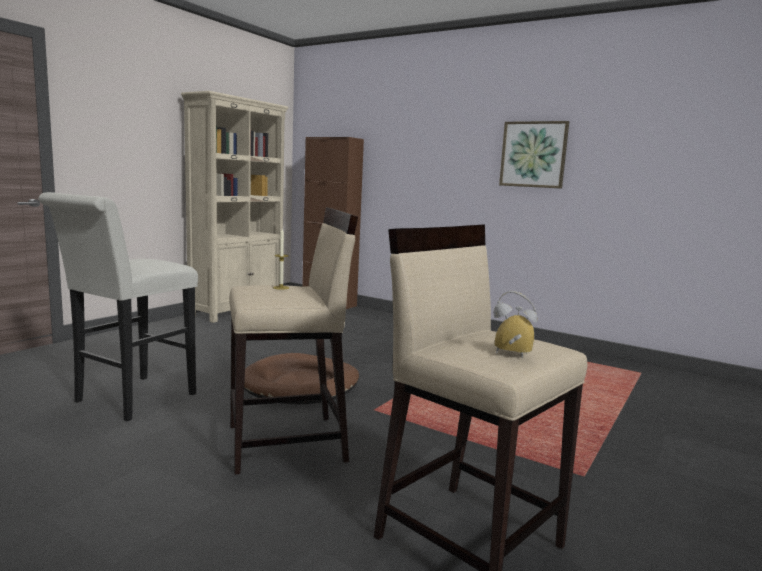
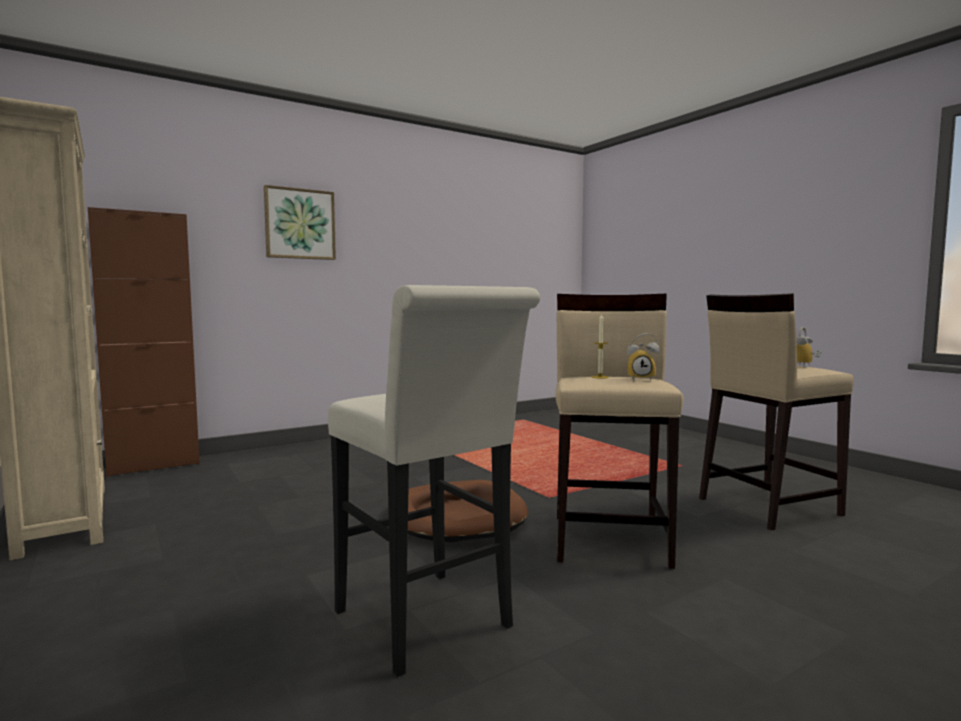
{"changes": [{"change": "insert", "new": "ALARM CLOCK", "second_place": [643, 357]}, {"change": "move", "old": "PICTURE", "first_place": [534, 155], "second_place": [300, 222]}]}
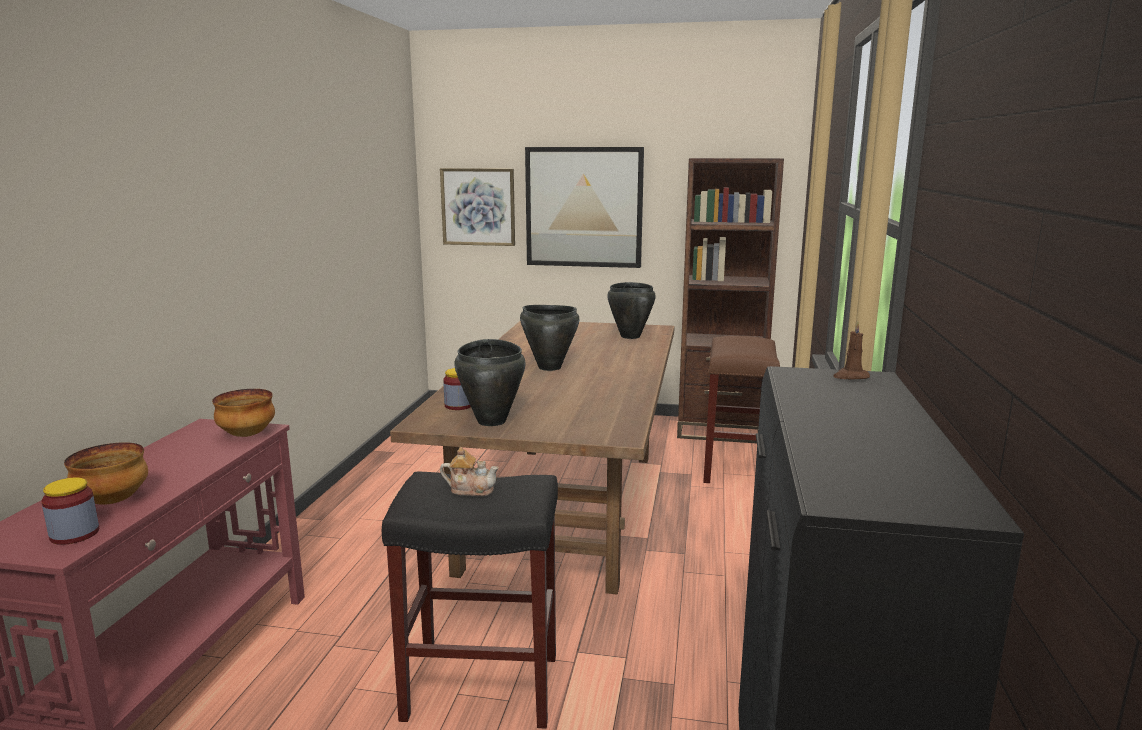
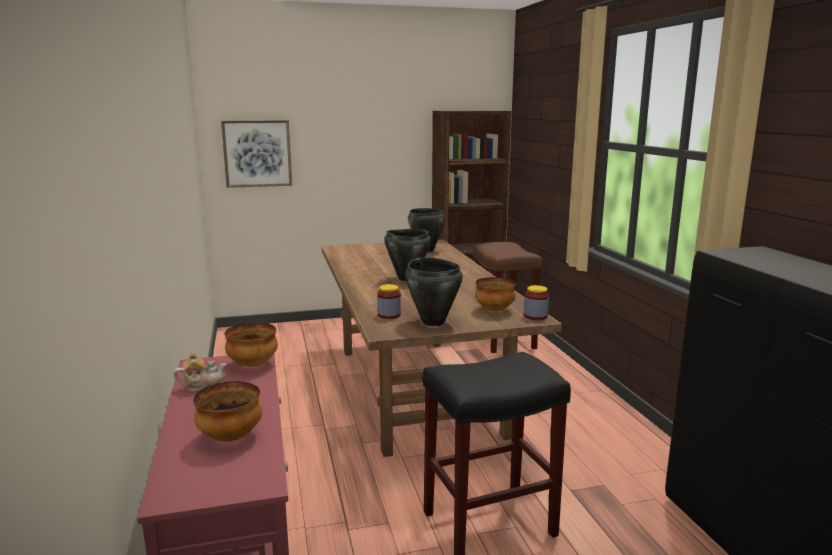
{"changes": [{"change": "delete", "old": "PICTURE", "first_place": [584, 207]}, {"change": "delete", "old": "BROWN CANDLE", "first_place": [851, 350]}, {"change": "insert", "new": "BOWL", "second_place": [495, 294]}, {"change": "move", "old": "JAR", "first_place": [70, 511], "second_place": [536, 302]}, {"change": "move", "old": "TEAPOT", "first_place": [469, 471], "second_place": [200, 372]}]}
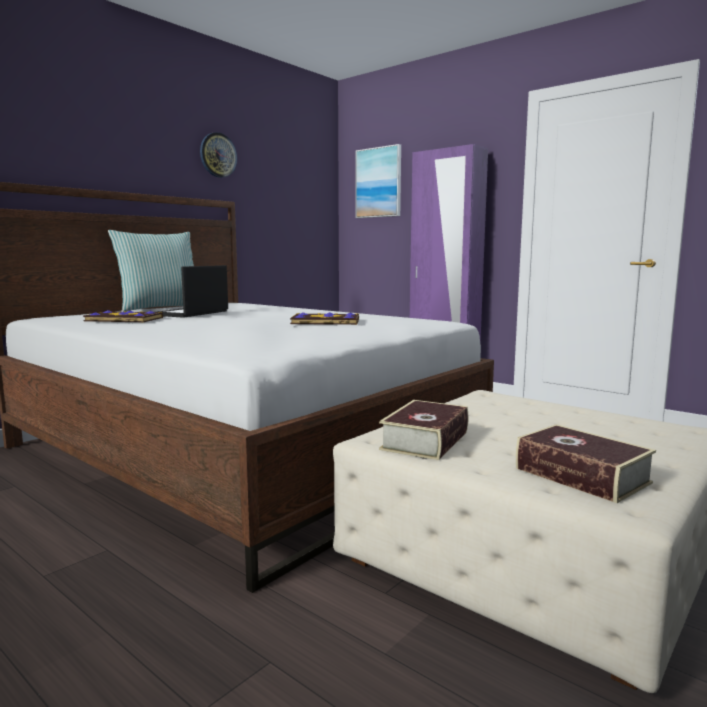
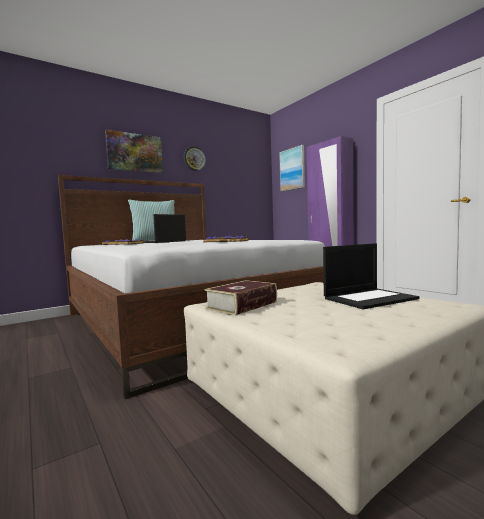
{"changes": [{"change": "delete", "old": "BOOK", "first_place": [586, 463]}, {"change": "insert", "new": "PICTURE", "second_place": [134, 151]}, {"change": "insert", "new": "LAPTOP", "second_place": [371, 276]}]}
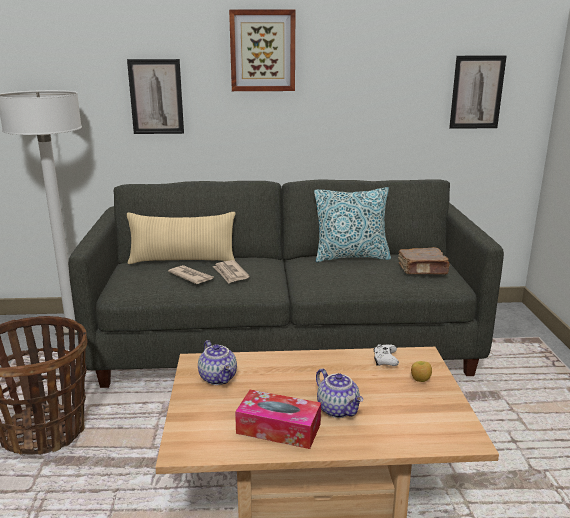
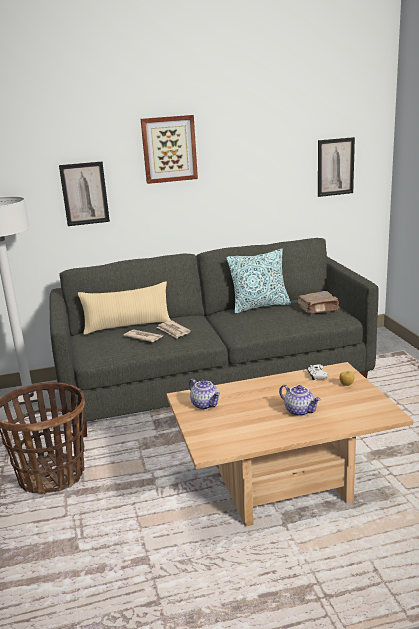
{"changes": [{"change": "delete", "old": "TISSUE BOX", "first_place": [278, 419]}]}
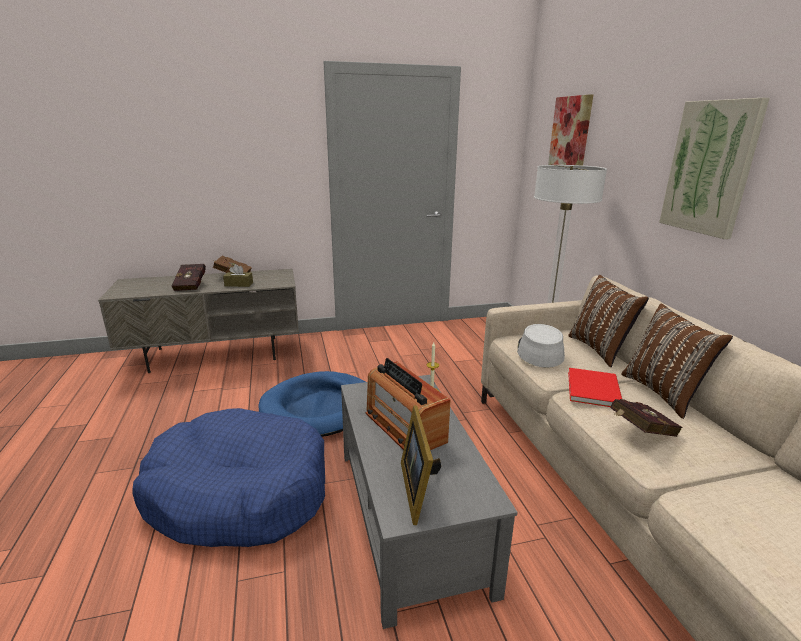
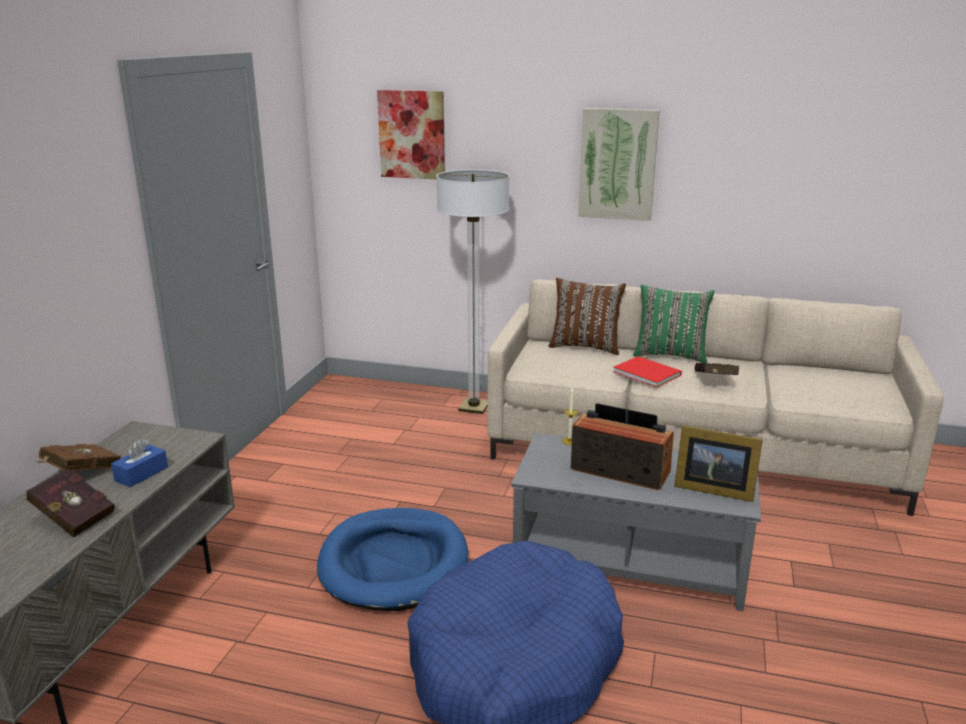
{"changes": [{"change": "delete", "old": "GREY HAT", "first_place": [541, 346]}, {"change": "recolor", "old": "BROWN TISSUE BOX", "new": "BLUE TISSUE BOX", "first_place": [238, 275], "second_place": [139, 463]}, {"change": "recolor", "old": "BROWN PILLOW", "new": "GREEN PILLOW", "first_place": [677, 361], "second_place": [674, 324]}, {"change": "rotate", "old": "RADIO", "first_place": [408, 404], "second_place": [622, 446], "degrees": -150}]}
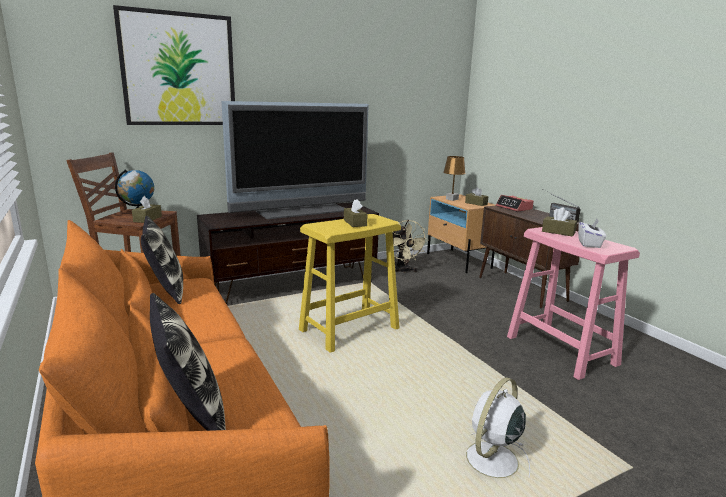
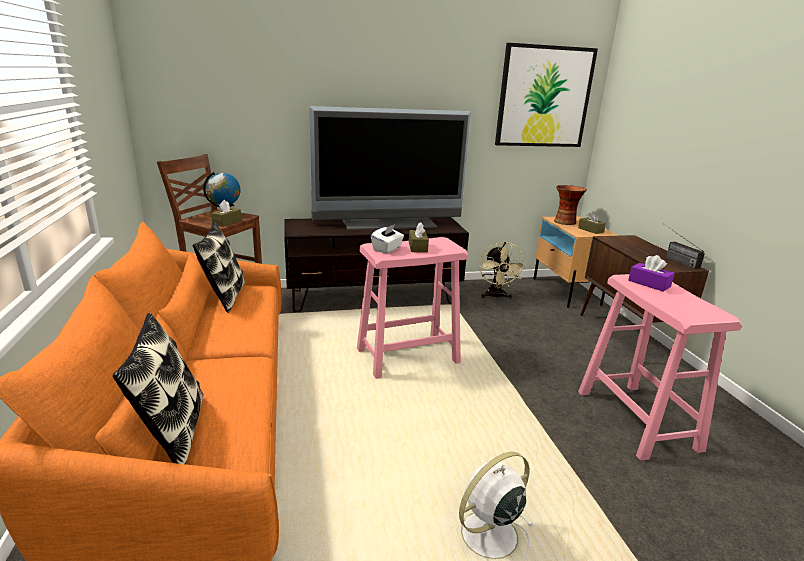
{"changes": [{"change": "delete", "old": "ALARM CLOCK", "first_place": [515, 203]}, {"change": "move", "old": "PICTURE", "first_place": [174, 65], "second_place": [546, 95]}, {"change": "move", "old": "WHITE TISSUE BOX", "first_place": [592, 233], "second_place": [387, 239]}, {"change": "replace", "old": "BROWN TABLE LAMP", "new": "VASE", "first_place": [454, 178], "second_place": [570, 205]}, {"change": "recolor", "old": "YELLOW STOOL", "new": "PINK STOOL", "first_place": [350, 283], "second_place": [412, 308]}, {"change": "recolor", "old": "BROWN TISSUE BOX", "new": "PURPLE TISSUE BOX", "first_place": [559, 221], "second_place": [651, 273]}]}
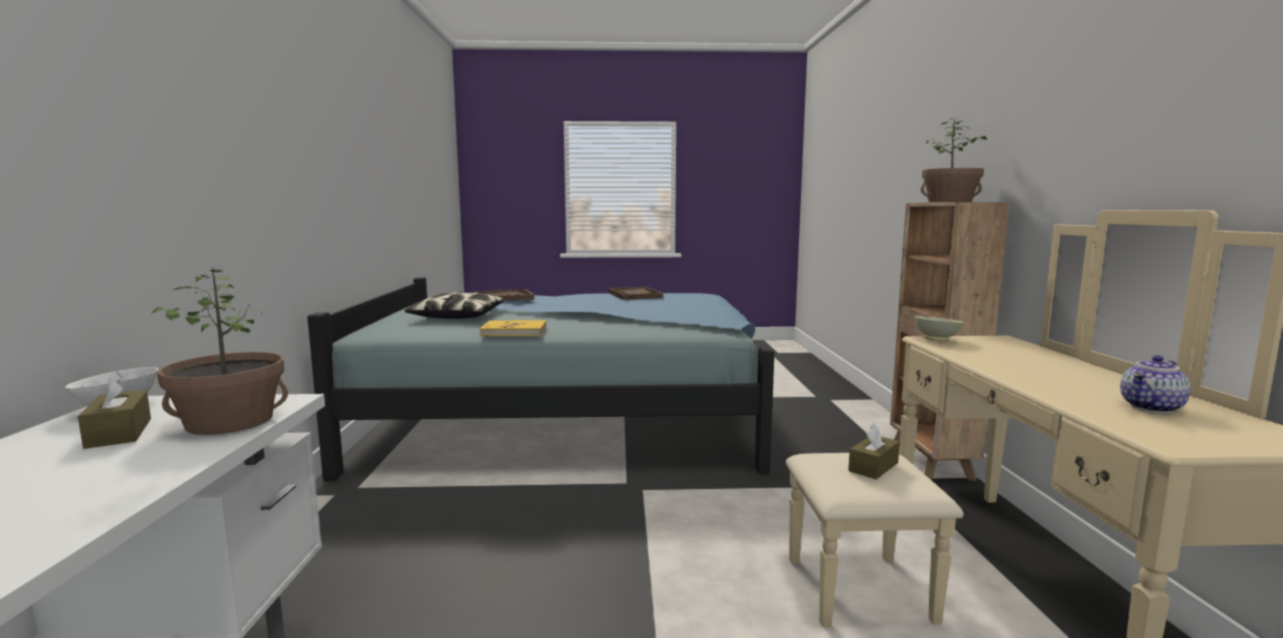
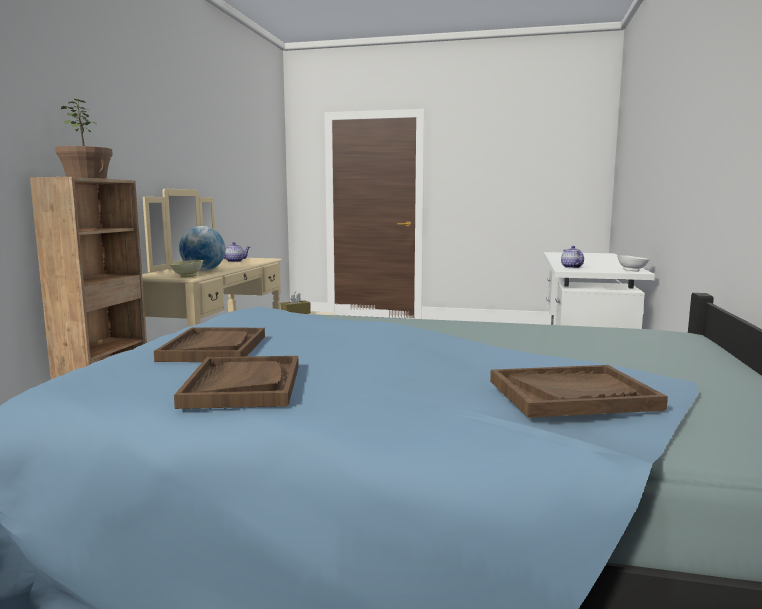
{"changes": [{"change": "delete", "old": "BROWN TISSUE BOX", "first_place": [114, 409]}, {"change": "delete", "old": "PILLOW", "first_place": [454, 305]}, {"change": "delete", "old": "YELLOW BOOK", "first_place": [513, 328]}, {"change": "insert", "new": "BROWN TRAY", "second_place": [209, 344]}, {"change": "insert", "new": "GLOBE", "second_place": [202, 248]}, {"change": "replace", "old": "POTTED PLANT", "new": "TEAPOT", "first_place": [219, 351], "second_place": [572, 257]}]}
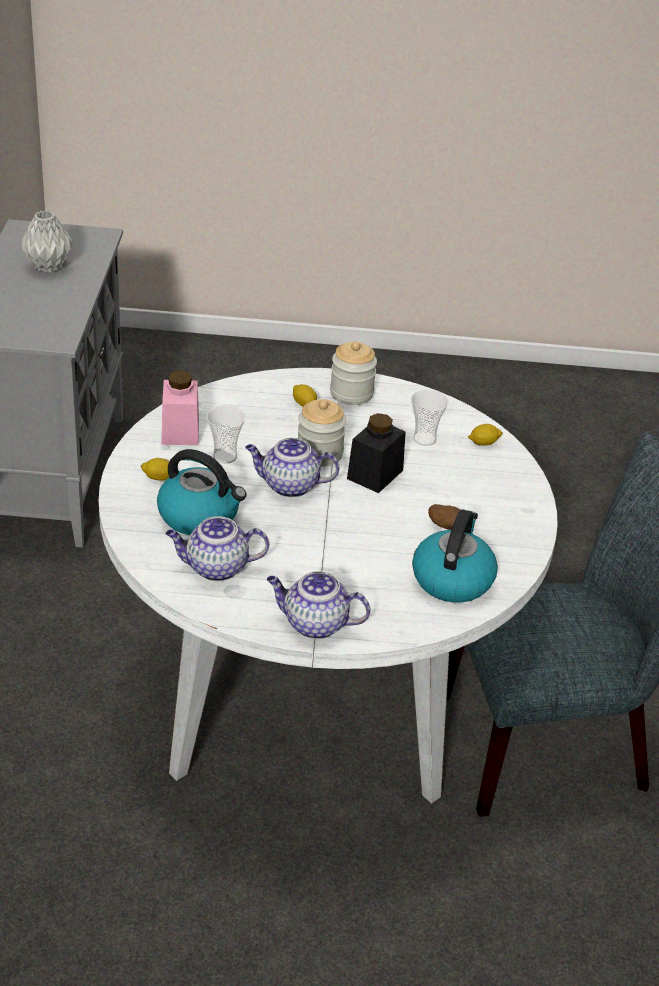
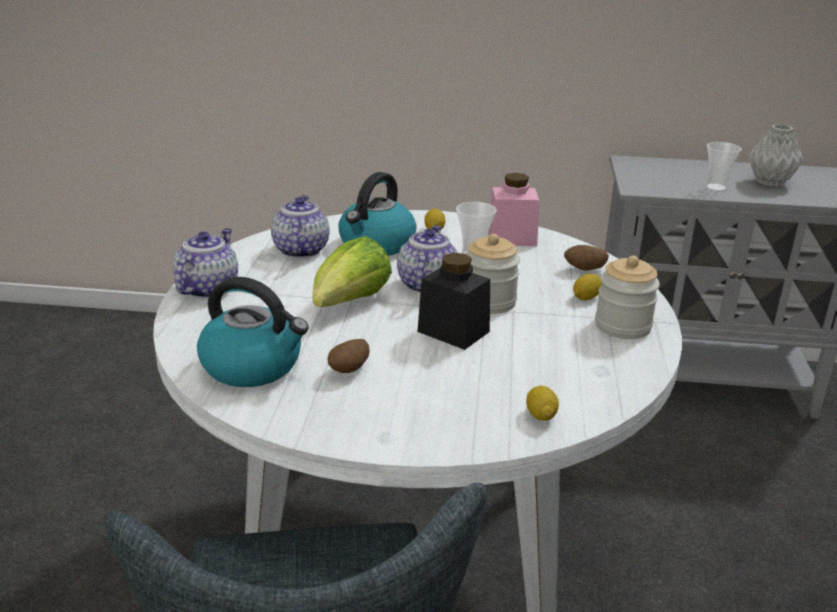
{"changes": [{"change": "insert", "new": "LETTUCE", "second_place": [352, 271]}, {"change": "insert", "new": "POTATO", "second_place": [586, 258]}, {"change": "move", "old": "CUP", "first_place": [430, 417], "second_place": [724, 166]}]}
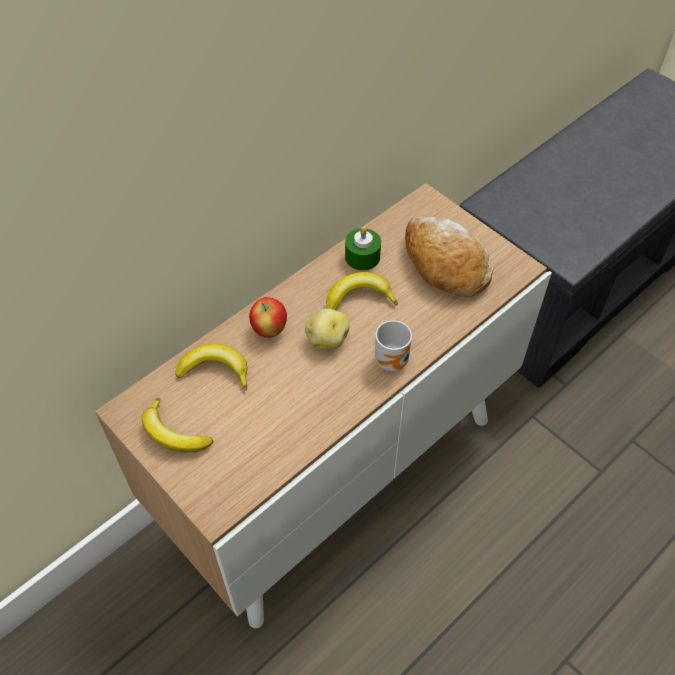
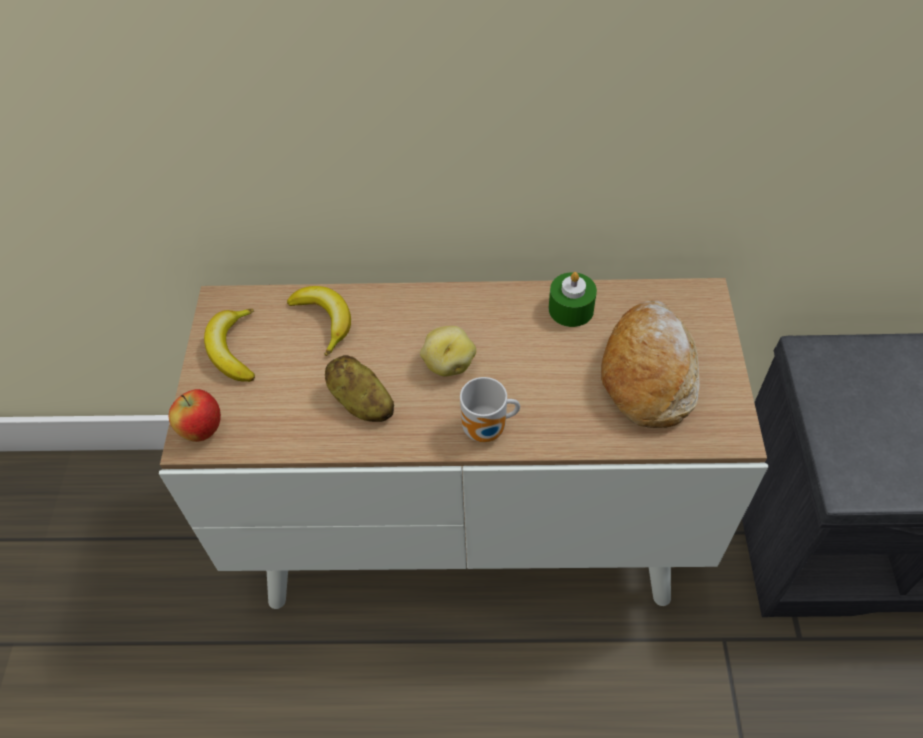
{"changes": [{"change": "delete", "old": "BANANA", "first_place": [362, 291]}, {"change": "insert", "new": "POTATO", "second_place": [359, 388]}, {"change": "move", "old": "APPLE", "first_place": [268, 317], "second_place": [195, 415]}]}
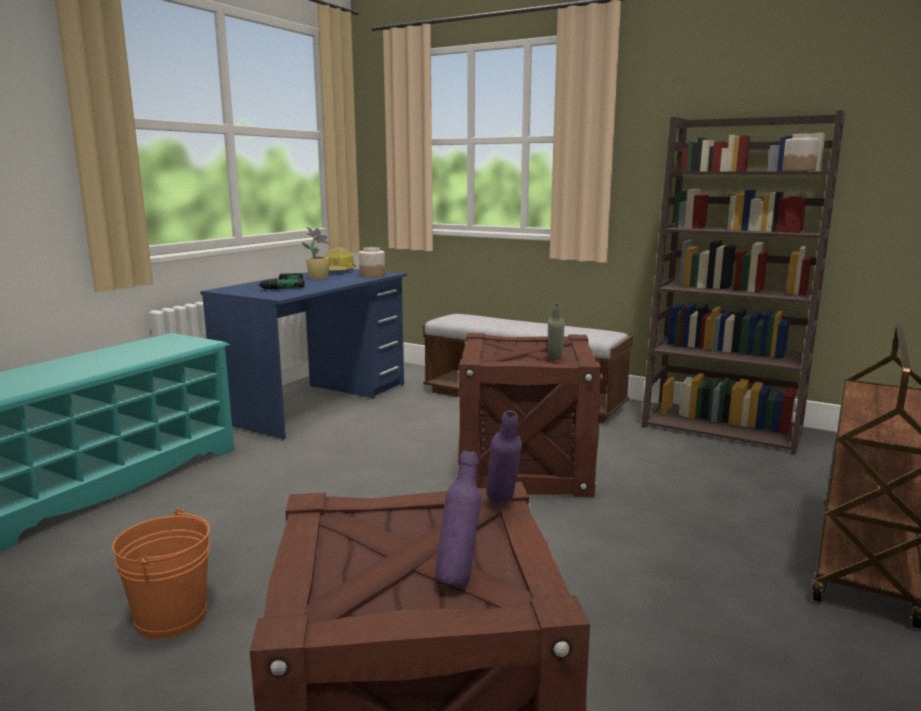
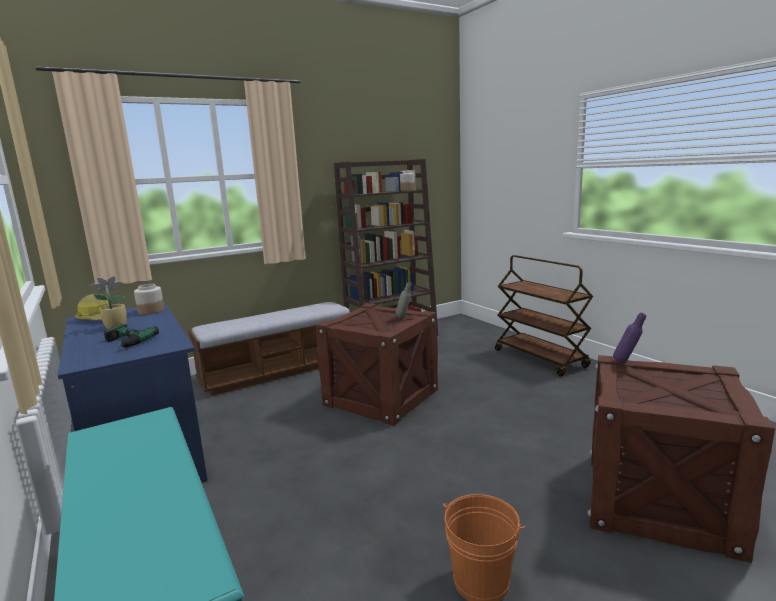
{"changes": [{"change": "delete", "old": "PURPLE BOTTLE", "first_place": [458, 518]}]}
